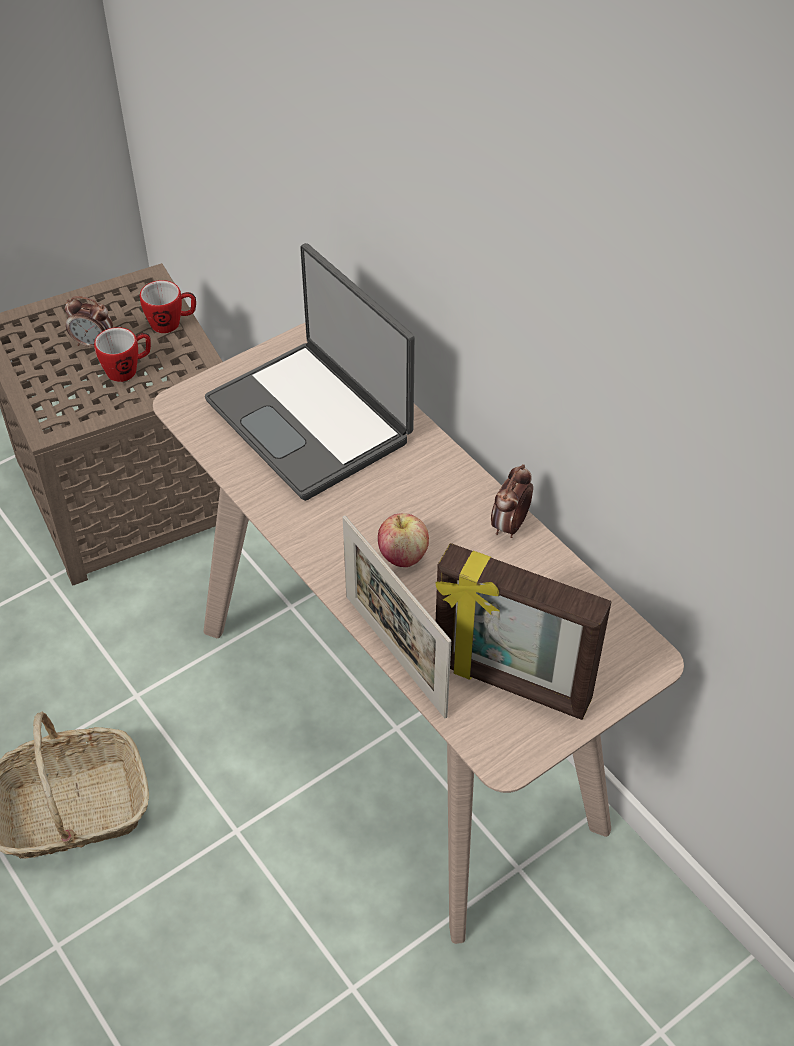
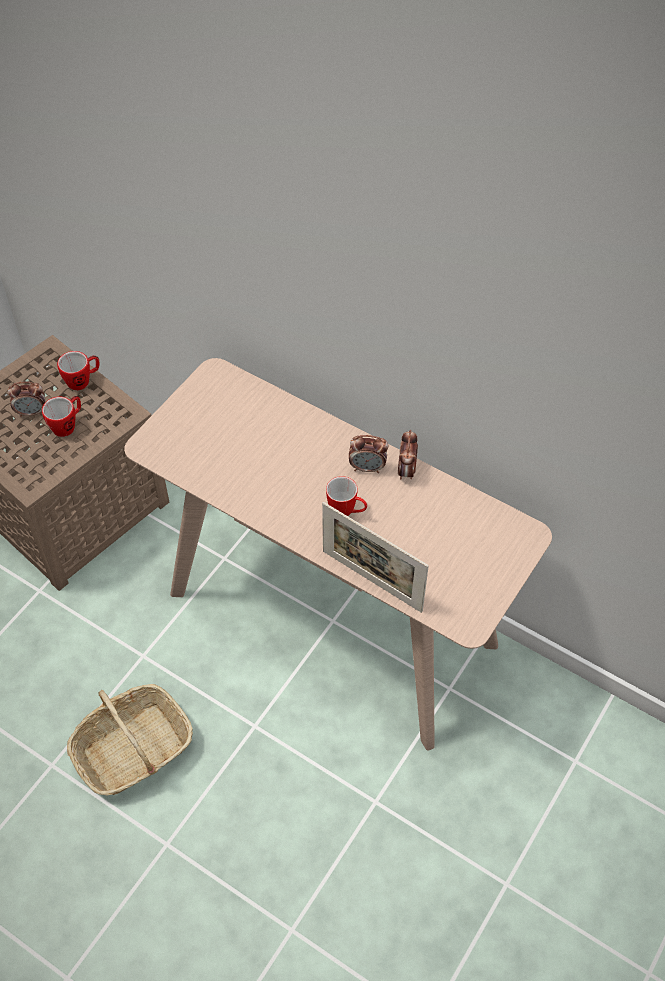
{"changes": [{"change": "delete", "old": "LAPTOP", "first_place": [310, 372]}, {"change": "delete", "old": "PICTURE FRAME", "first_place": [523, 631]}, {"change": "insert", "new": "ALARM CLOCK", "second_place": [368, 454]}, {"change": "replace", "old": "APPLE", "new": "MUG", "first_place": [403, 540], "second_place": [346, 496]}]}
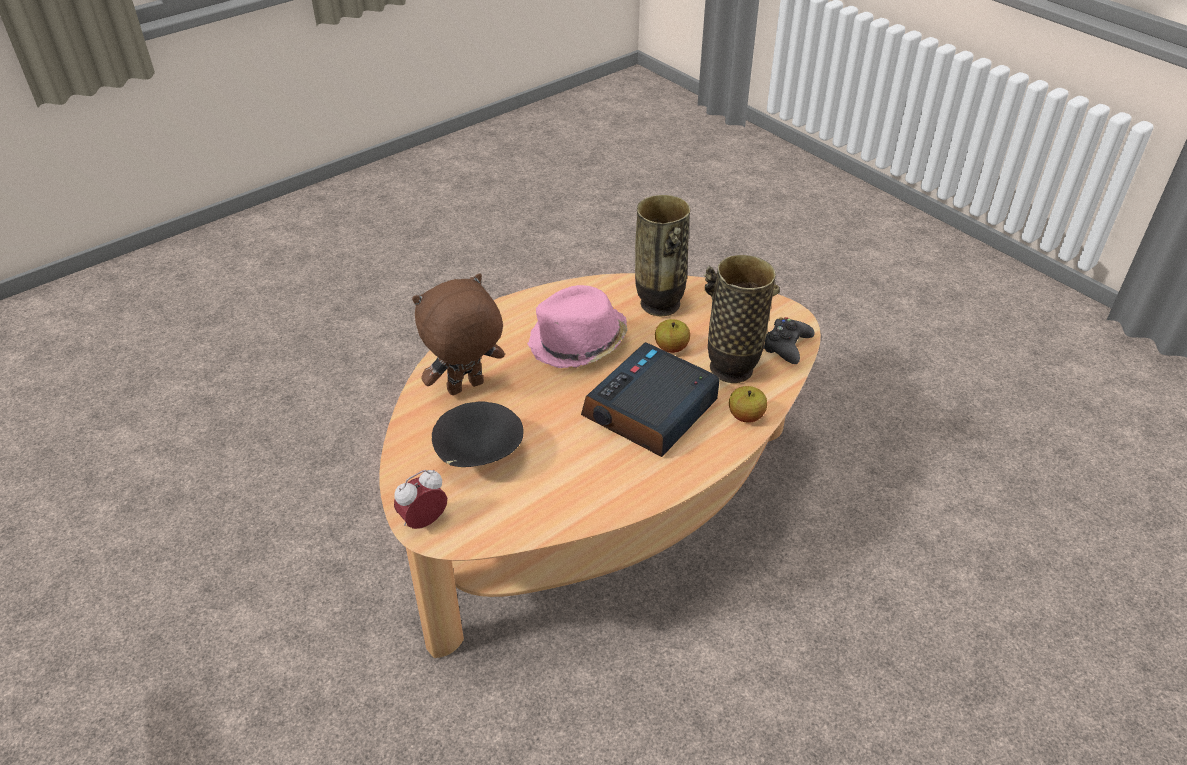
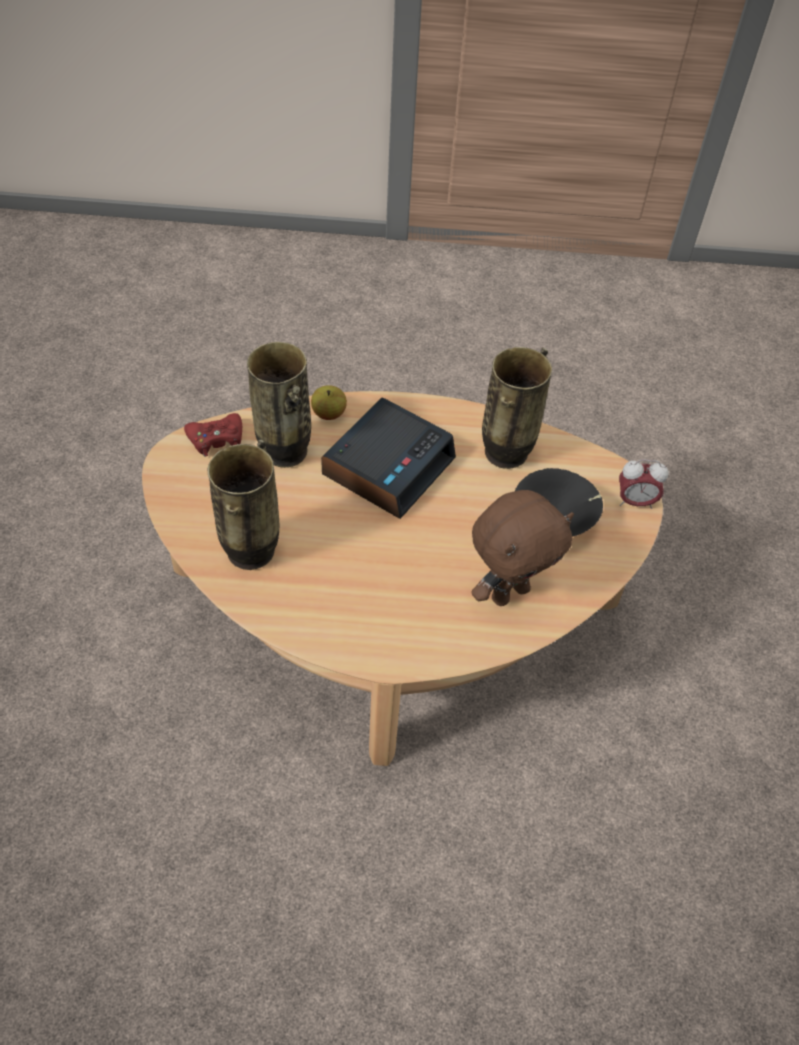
{"changes": [{"change": "delete", "old": "PINK HAT", "first_place": [577, 326]}, {"change": "delete", "old": "APPLE", "first_place": [672, 336]}, {"change": "insert", "new": "VASE", "second_place": [517, 408]}, {"change": "recolor", "old": "BLACK GAME CONTROLLER", "new": "RED GAME CONTROLLER", "first_place": [789, 340], "second_place": [213, 435]}, {"change": "rotate", "old": "BROWN PLUSH TOY", "first_place": [458, 334], "second_place": [522, 548], "degrees": -45}, {"change": "rotate", "old": "ALARM CLOCK", "first_place": [650, 399], "second_place": [388, 458], "degrees": -45}]}
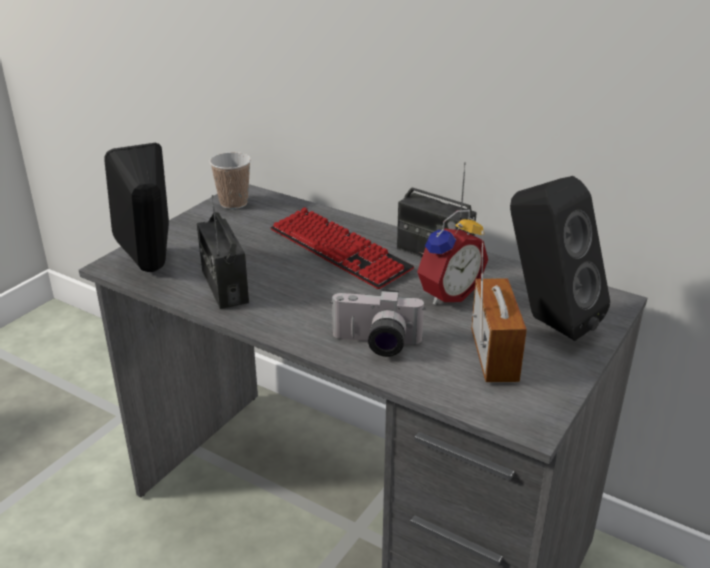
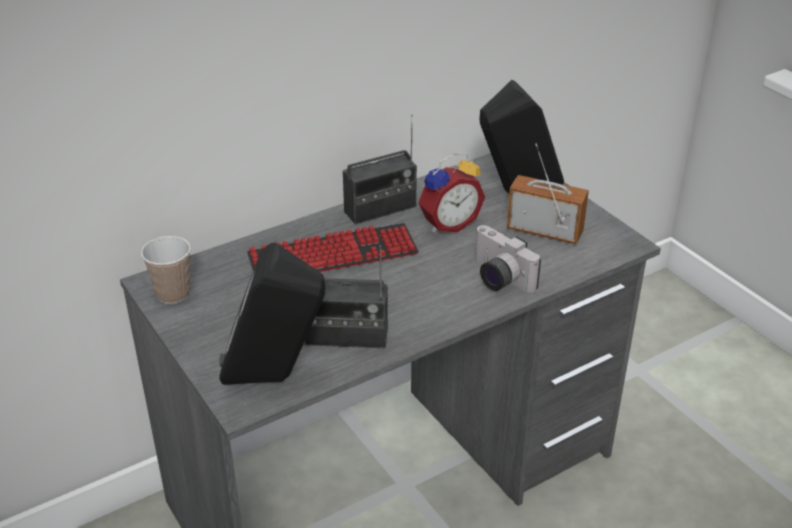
{"changes": [{"change": "rotate", "old": "PHOTO CAMERA", "first_place": [377, 323], "second_place": [508, 259], "degrees": 105}, {"change": "rotate", "old": "ALARM CLOCK", "first_place": [452, 257], "second_place": [451, 192], "degrees": 75}]}
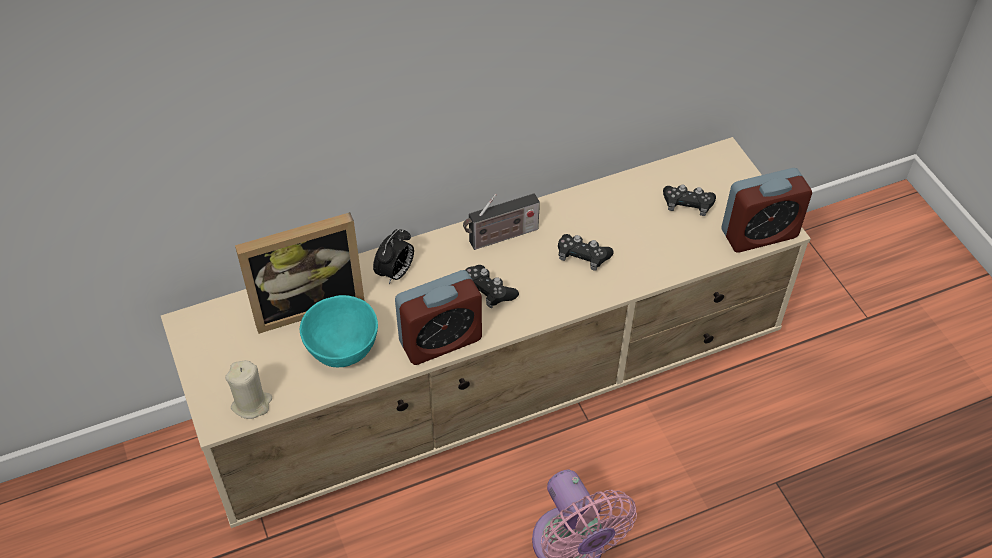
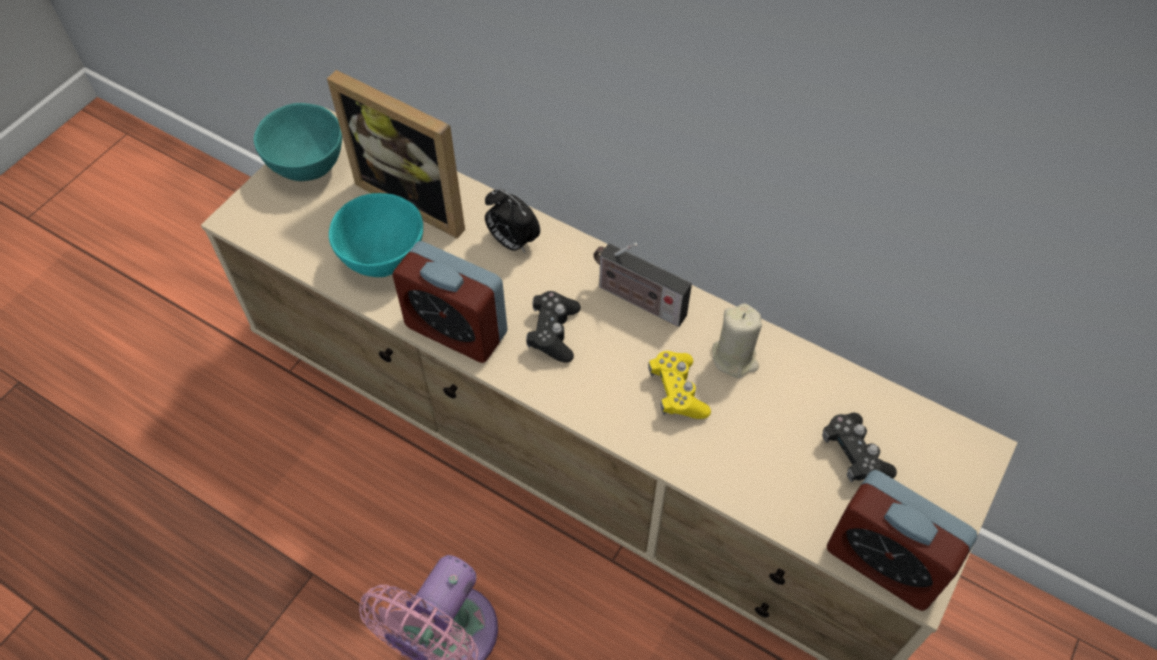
{"changes": [{"change": "insert", "new": "TURQUOISE BOWL", "second_place": [298, 142]}, {"change": "move", "old": "BEIGE CANDLE", "first_place": [248, 389], "second_place": [737, 340]}, {"change": "recolor", "old": "BLACK GAME CONTROLLER", "new": "YELLOW GAME CONTROLLER", "first_place": [586, 252], "second_place": [679, 385]}, {"change": "rotate", "old": "ALARM CLOCK", "first_place": [393, 256], "second_place": [512, 221], "degrees": 45}]}
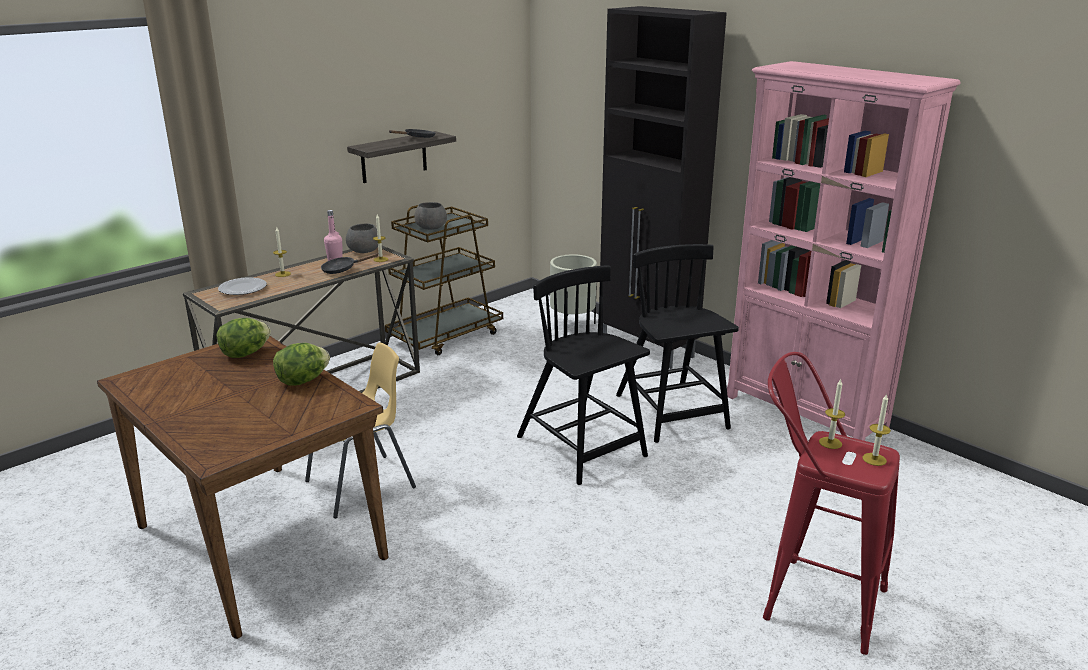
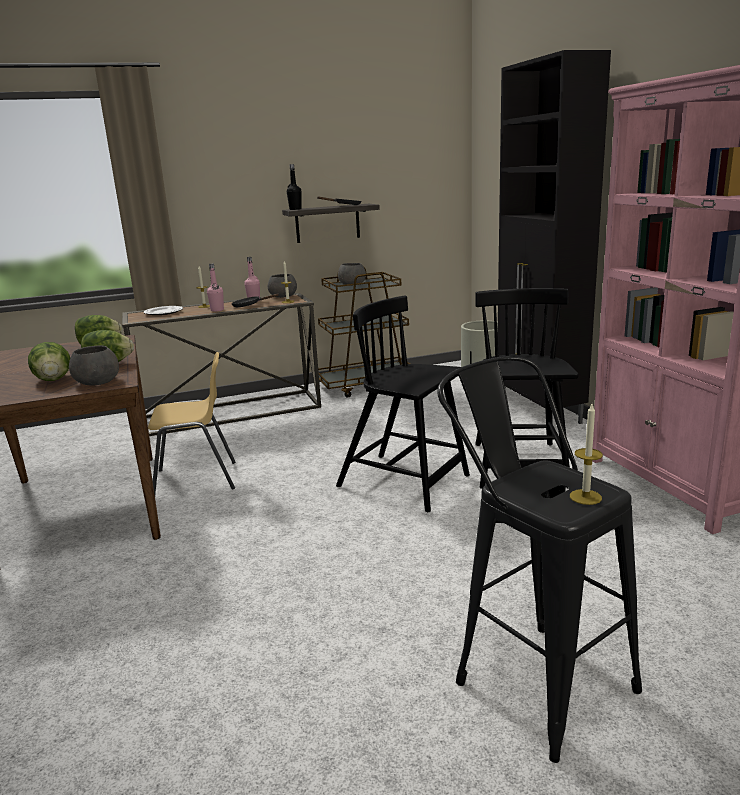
{"changes": [{"change": "delete", "old": "CANDLE", "first_place": [832, 414]}, {"change": "insert", "new": "LETTUCE", "second_place": [49, 361]}, {"change": "insert", "new": "GREY BOWL", "second_place": [94, 365]}, {"change": "insert", "new": "PINK BOTTLE", "second_place": [215, 288]}, {"change": "insert", "new": "BLACK BOTTLE", "second_place": [294, 187]}, {"change": "recolor", "old": "RED STOOL", "new": "BLACK STOOL", "first_place": [831, 503], "second_place": [539, 560]}, {"change": "rotate", "old": "BLACK CHAIR", "first_place": [583, 375], "second_place": [403, 404], "degrees": -45}]}
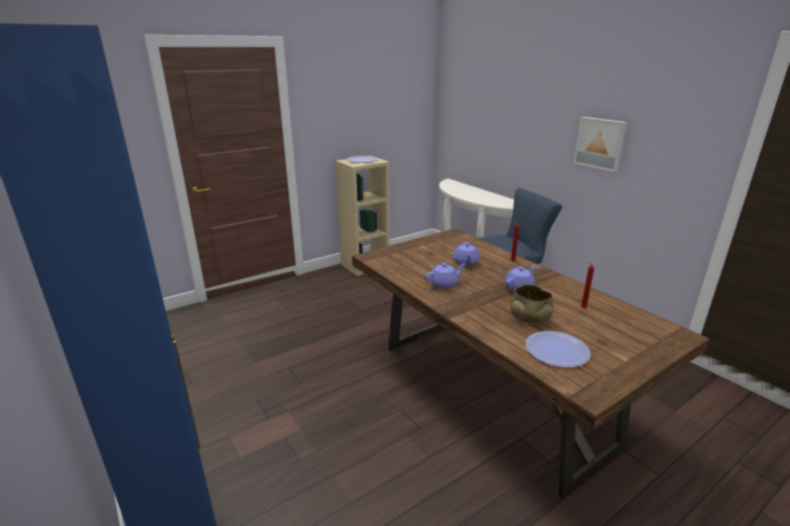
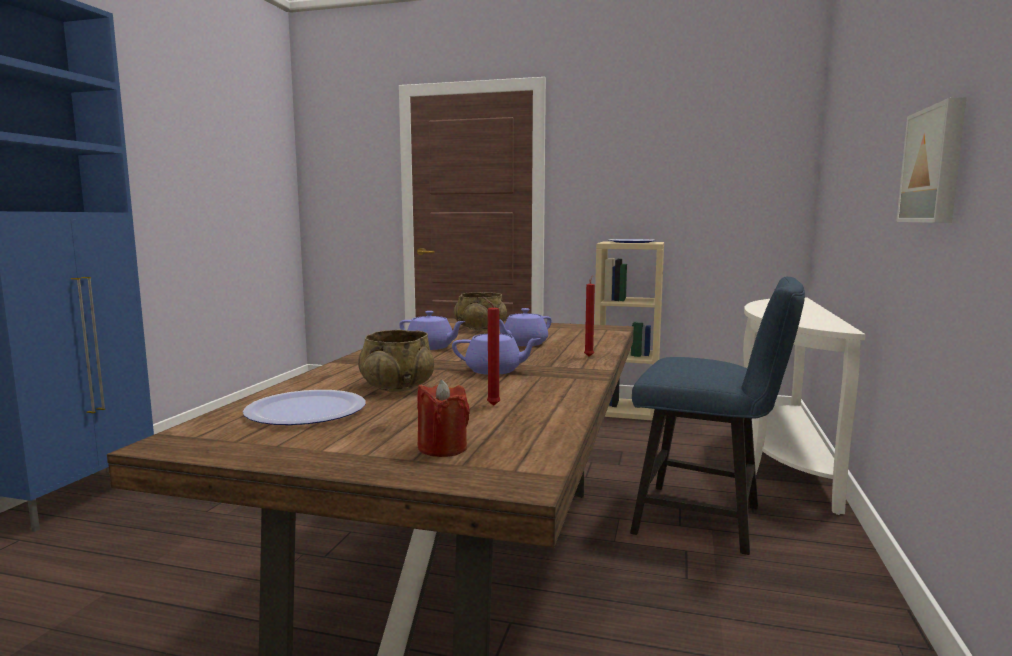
{"changes": [{"change": "insert", "new": "RED CANDLE", "second_place": [443, 418]}, {"change": "insert", "new": "BEIGE BOWL", "second_place": [480, 311]}]}
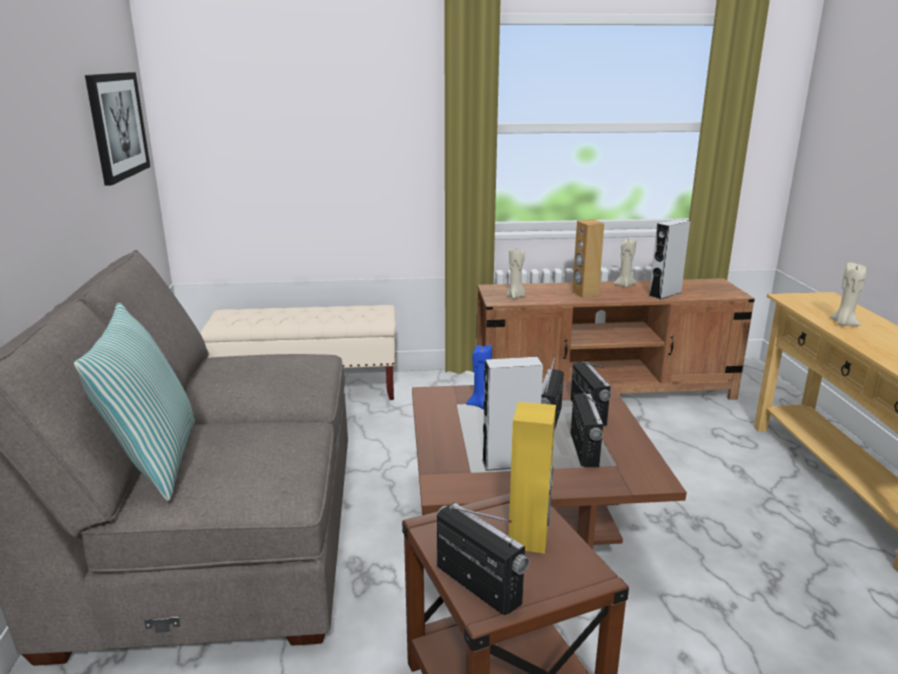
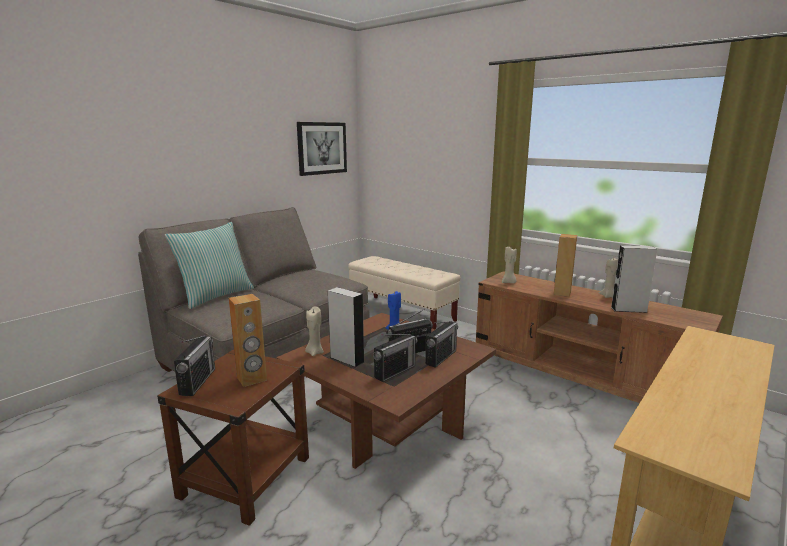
{"changes": [{"change": "move", "old": "BEIGE CANDLE", "first_place": [848, 294], "second_place": [314, 331]}, {"change": "recolor", "old": "YELLOW SPEAKER", "new": "BROWN SPEAKER", "first_place": [532, 478], "second_place": [248, 340]}]}
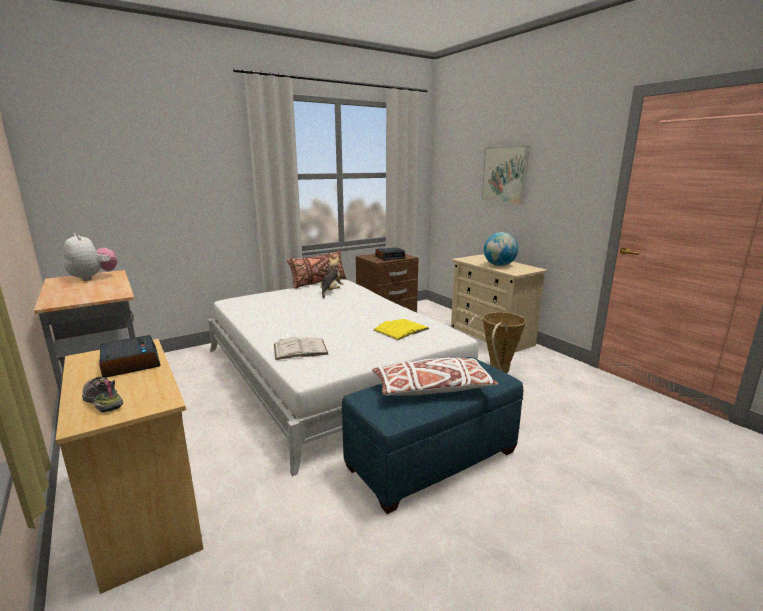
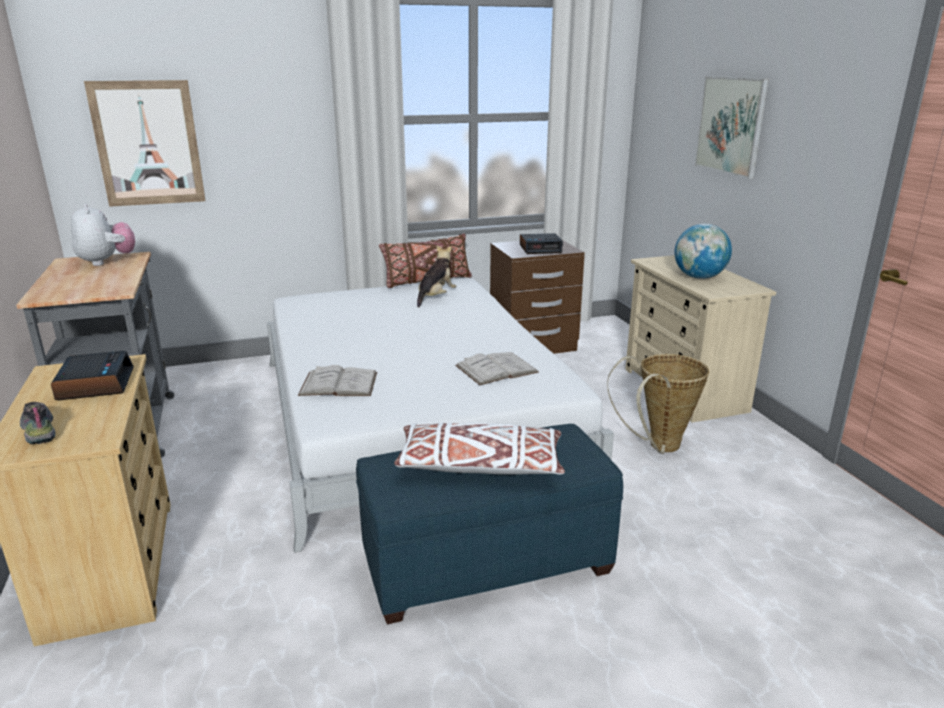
{"changes": [{"change": "insert", "new": "PICTURE", "second_place": [145, 143]}, {"change": "recolor", "old": "YELLOW BOOK", "new": "WHITE BOOK", "first_place": [402, 329], "second_place": [497, 368]}]}
